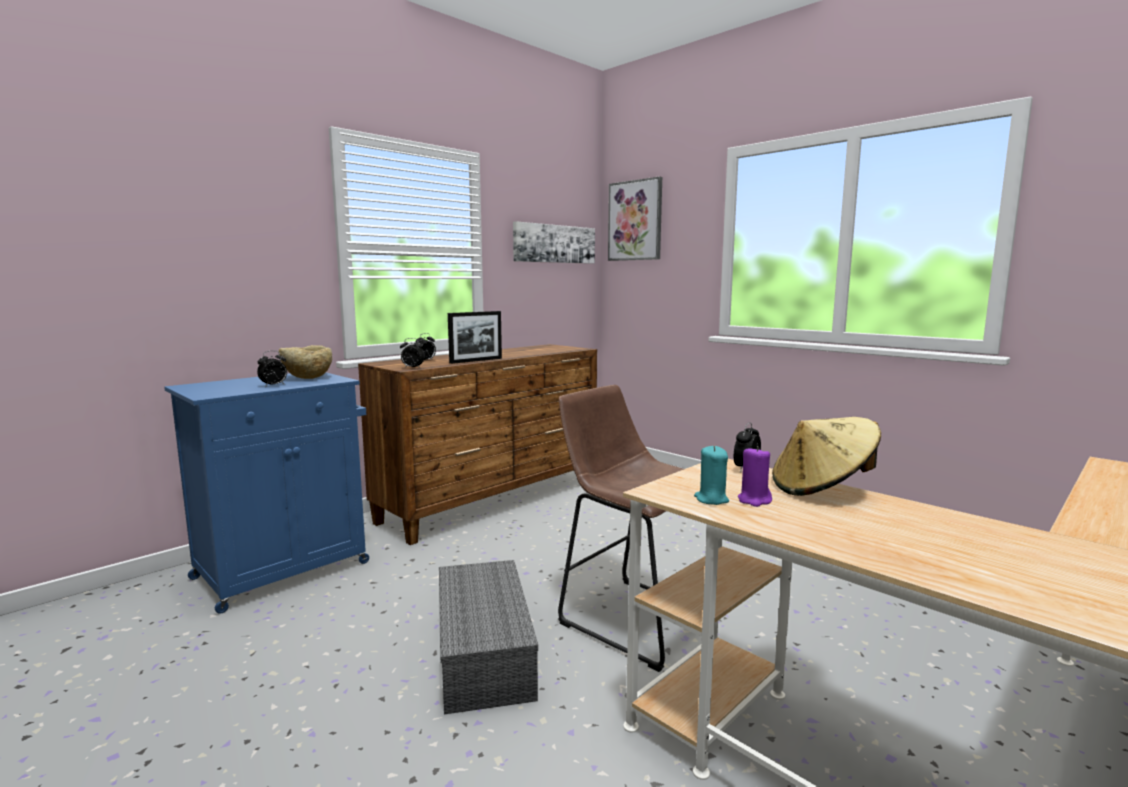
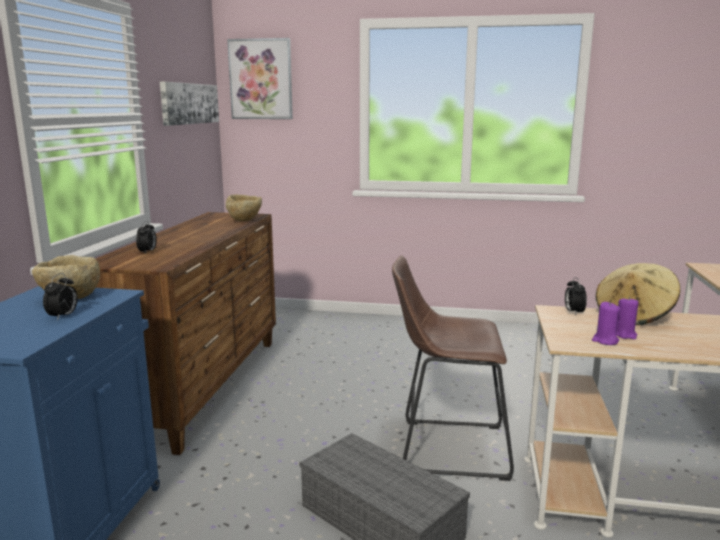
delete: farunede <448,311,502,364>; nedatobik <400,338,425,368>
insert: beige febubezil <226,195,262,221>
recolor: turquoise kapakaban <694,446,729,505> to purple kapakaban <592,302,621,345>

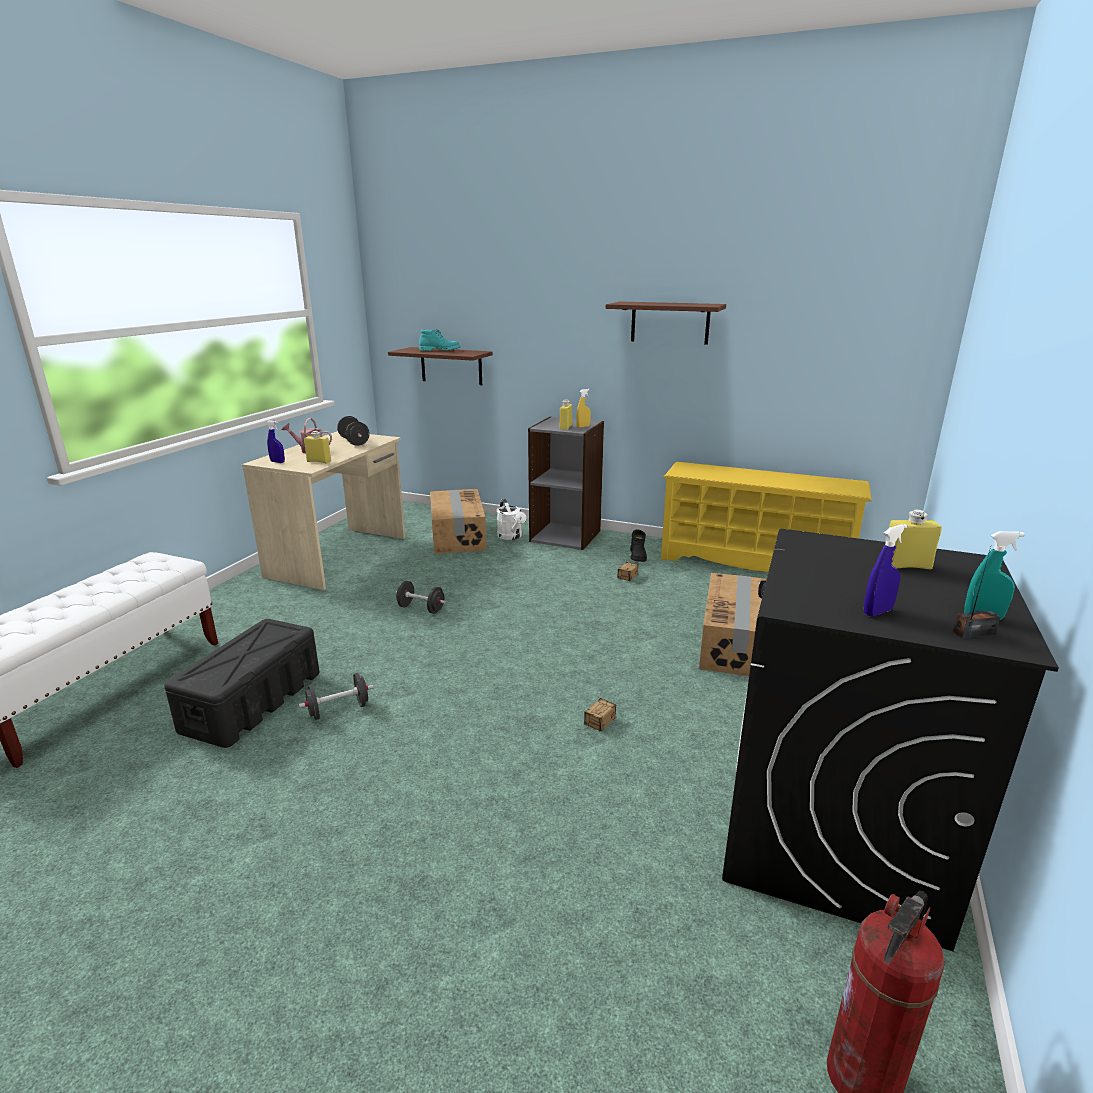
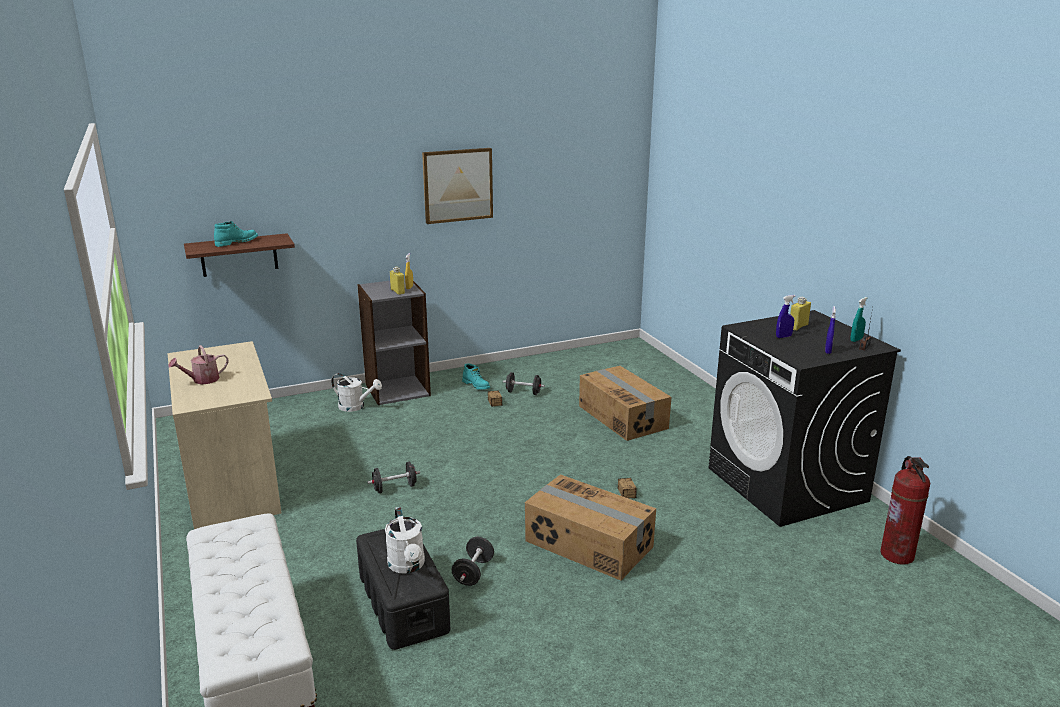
delete: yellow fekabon <304,431,331,463>; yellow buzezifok <661,462,871,572>
insert: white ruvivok <385,507,425,574>
move: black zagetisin <337,416,370,446> to <503,372,544,395>; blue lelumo <266,420,285,463> to <776,295,796,338>; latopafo <430,489,487,554> to <525,474,656,581>
replace: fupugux <606,302,726,345> to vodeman <422,148,493,224>
recolor: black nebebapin <630,529,647,562> to turquoise nebebapin <462,363,490,390>

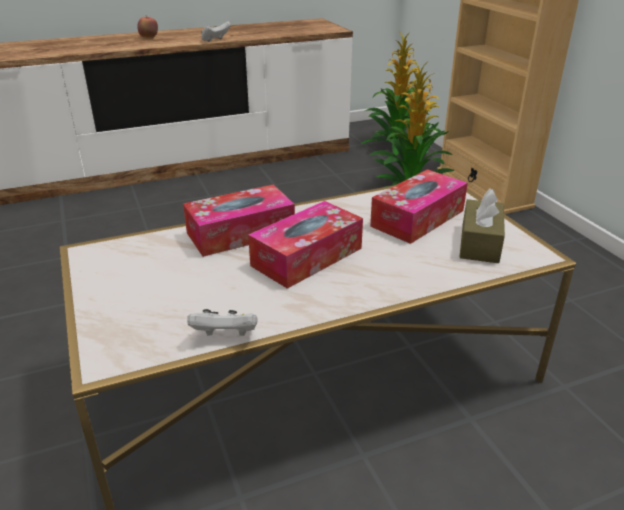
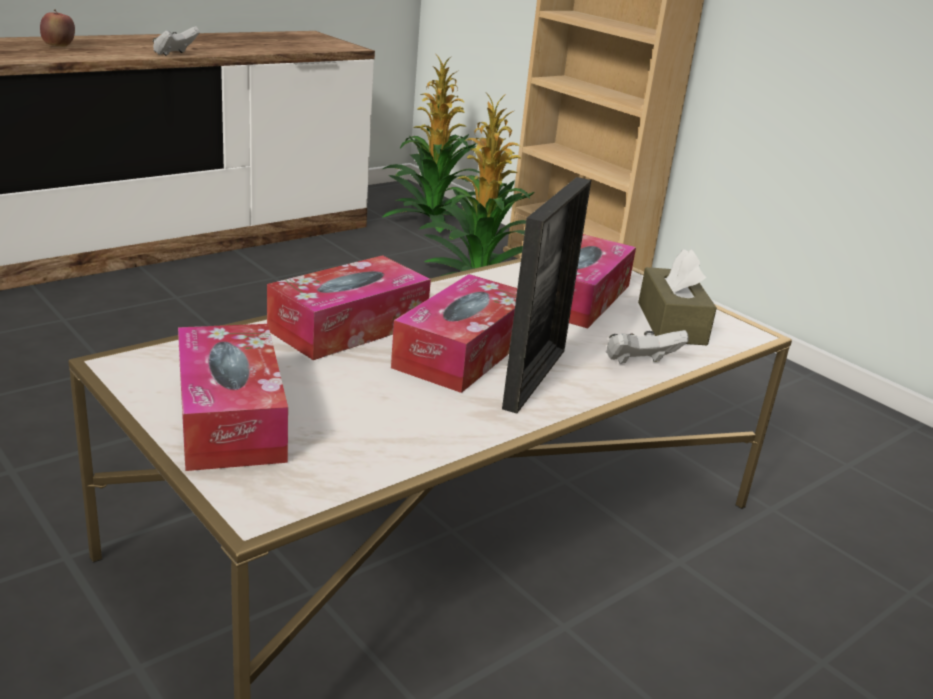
insert: farunede <502,177,591,413>; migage <178,324,288,471>
move: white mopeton <187,309,258,336> to <606,330,689,364>

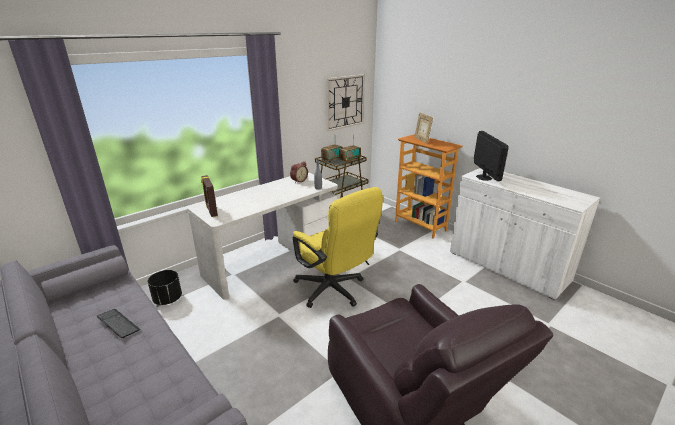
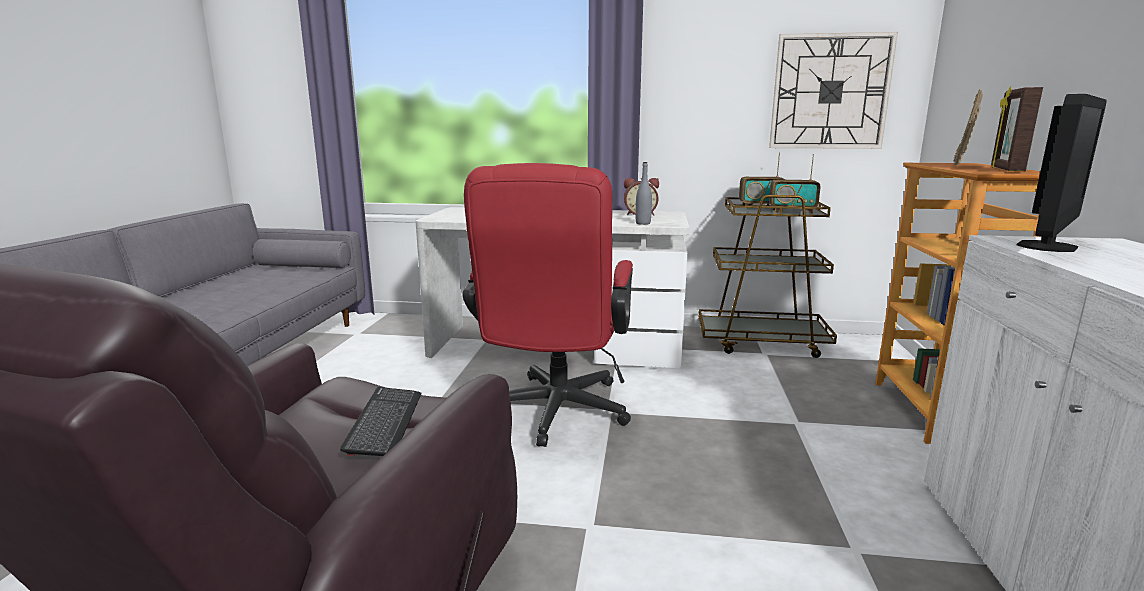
delete: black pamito <148,270,182,305>
move: farunede <201,175,218,217> to <991,86,1043,171>; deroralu <97,309,141,338> to <340,387,421,456>
recolor: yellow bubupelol <293,187,383,308> to red bubupelol <463,163,633,447>

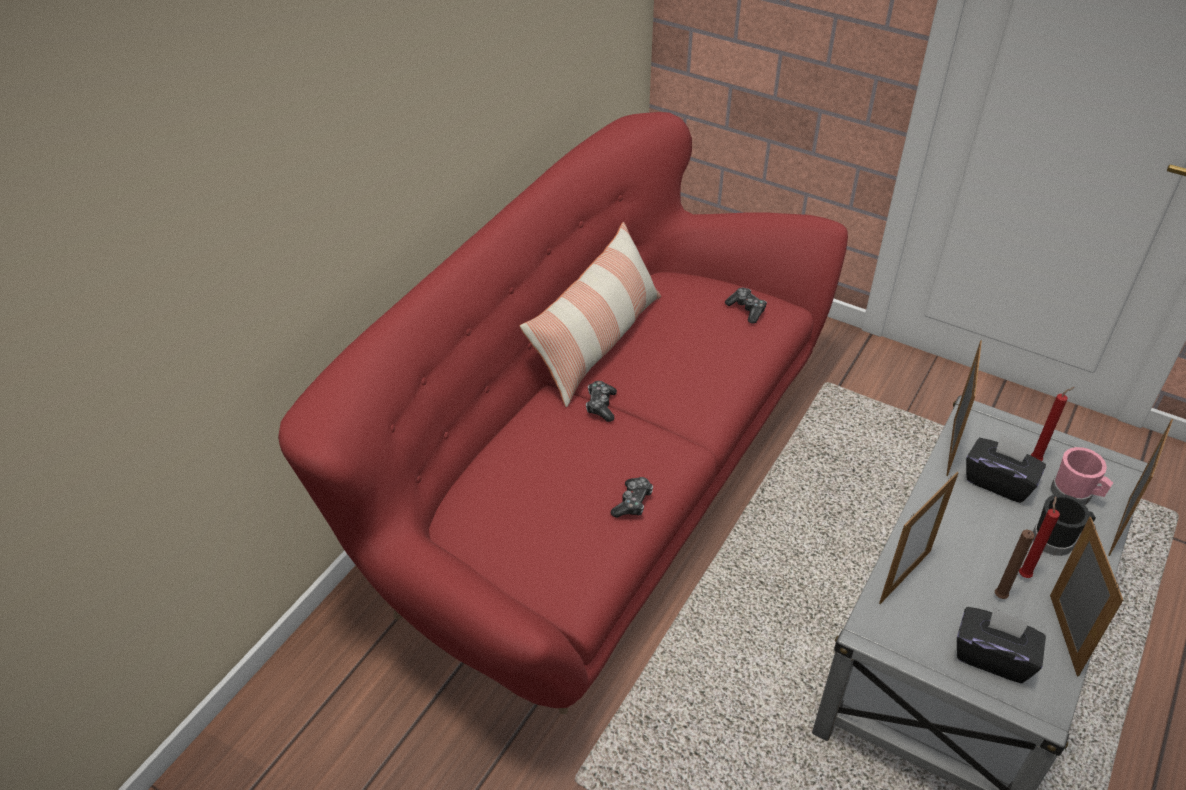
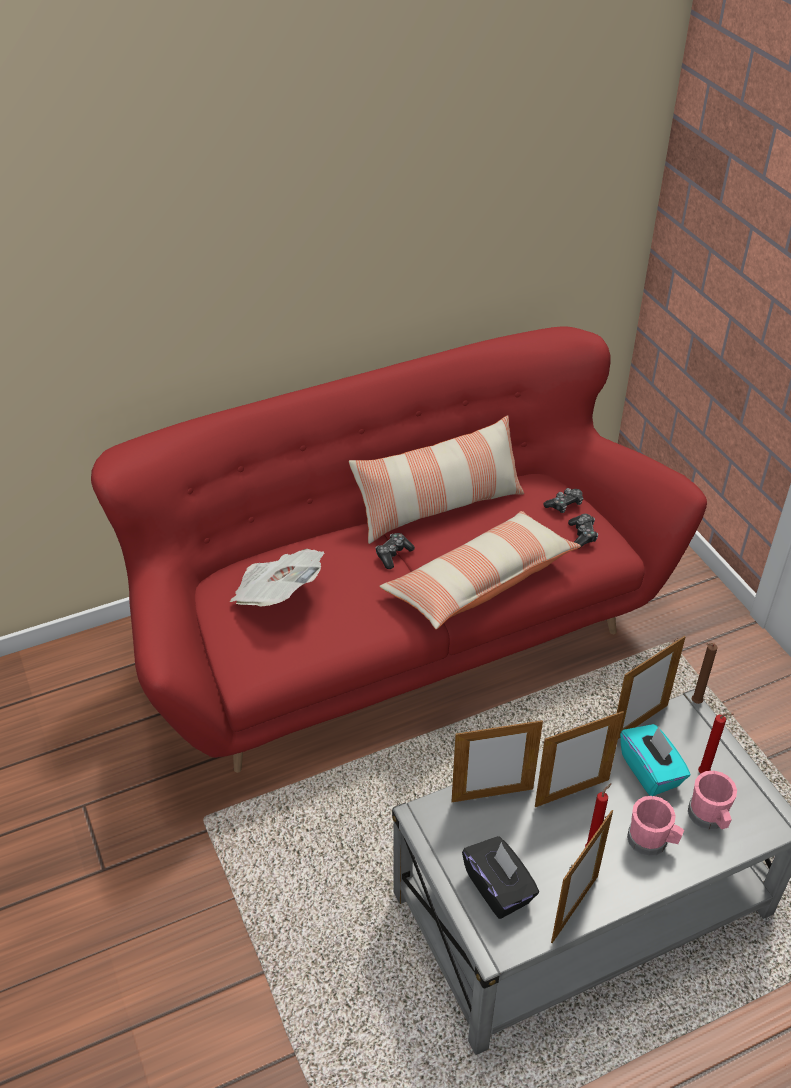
insert: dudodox <380,511,581,630>; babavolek <230,549,324,607>
move: farunede <1108,419,1173,556> to <535,711,624,807>; mopeton <611,477,653,518> to <543,488,583,513>; brown kapakaban <995,530,1035,599> to <692,643,718,704>
recolor: black migage <966,434,1046,503> to turquoise migage <620,724,690,796>; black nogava <1033,494,1096,556> to pink nogava <627,796,684,856>

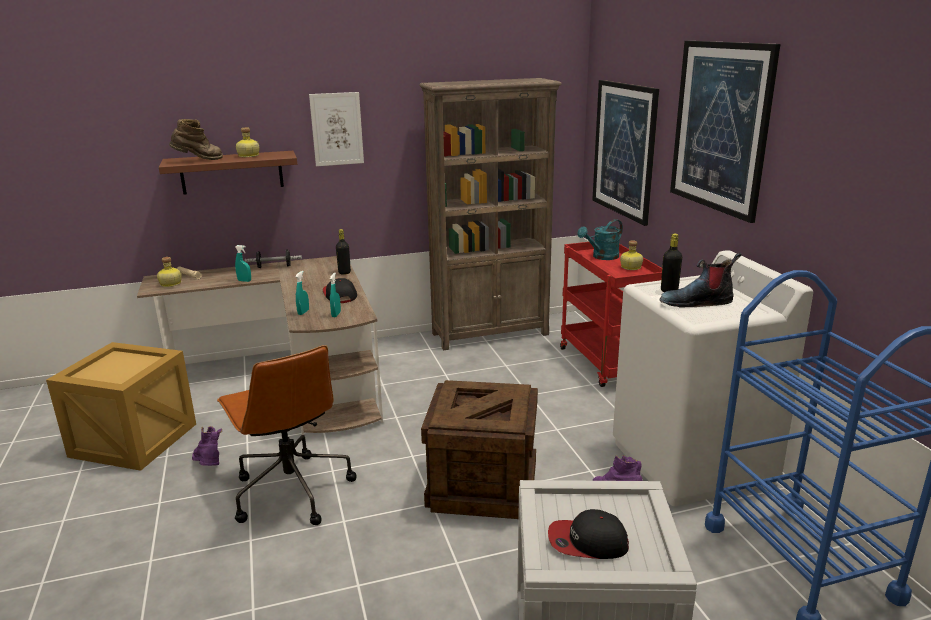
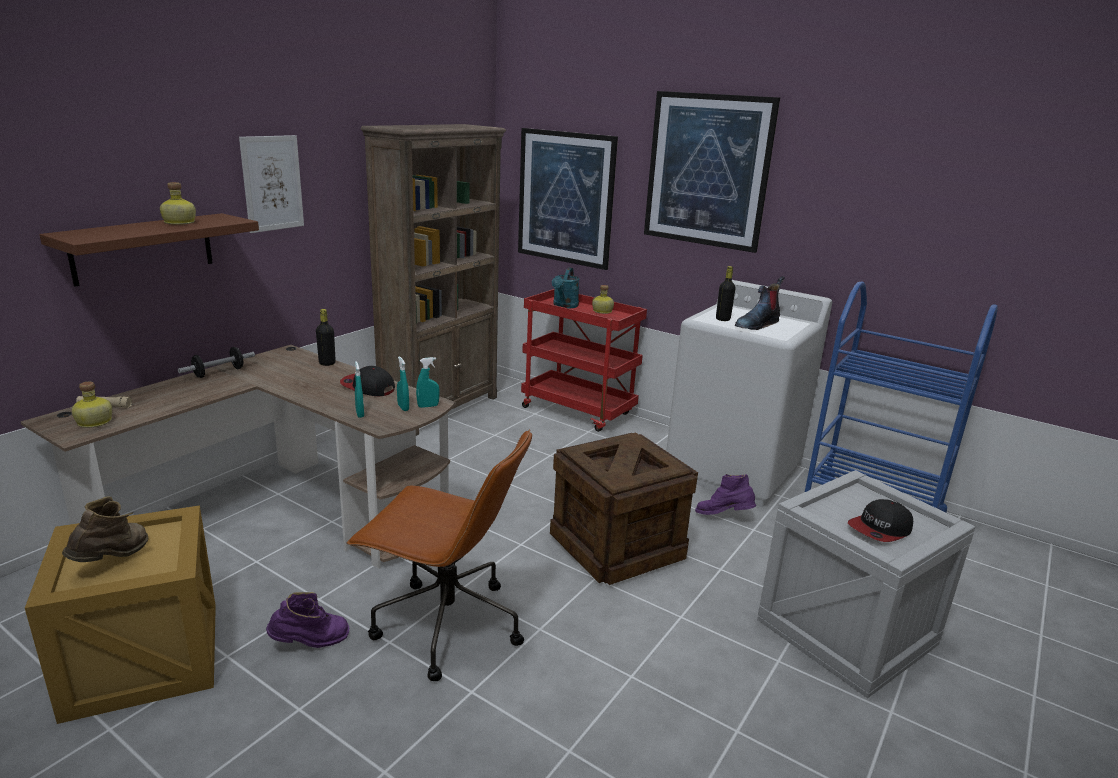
move: brown nebebapin <169,119,223,160> to <62,497,148,562>; turquoise lelumo <235,245,251,282> to <416,357,440,408>
rotate: purple nebebapin <192,426,222,466> = <266,592,349,648> 135 degrees clockwise

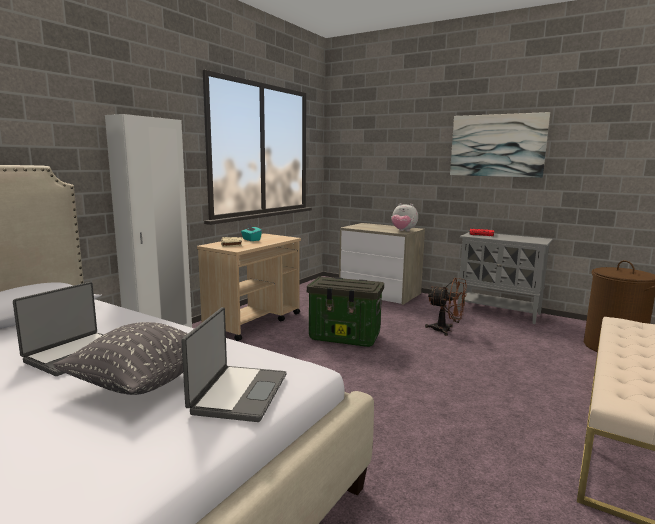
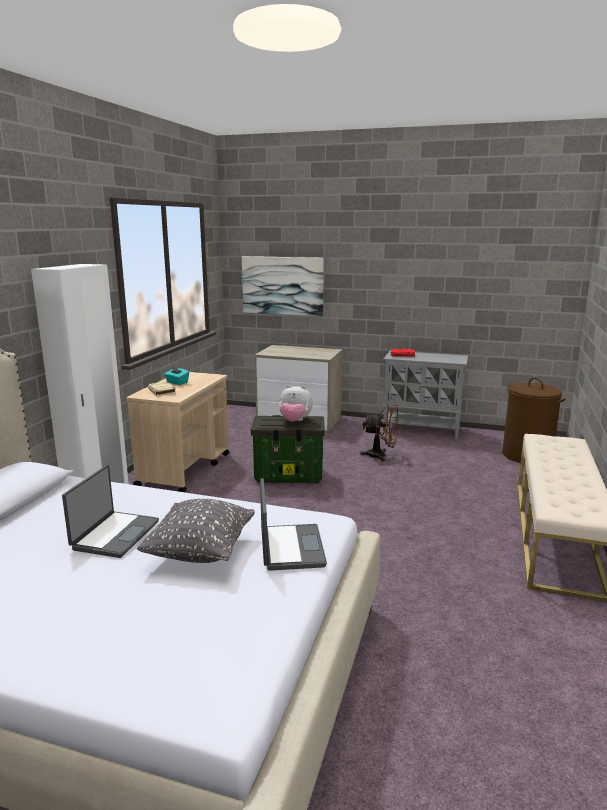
move: vodeman <450,112,550,178> to <242,256,324,316>; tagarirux <391,203,418,231> to <279,385,313,422>

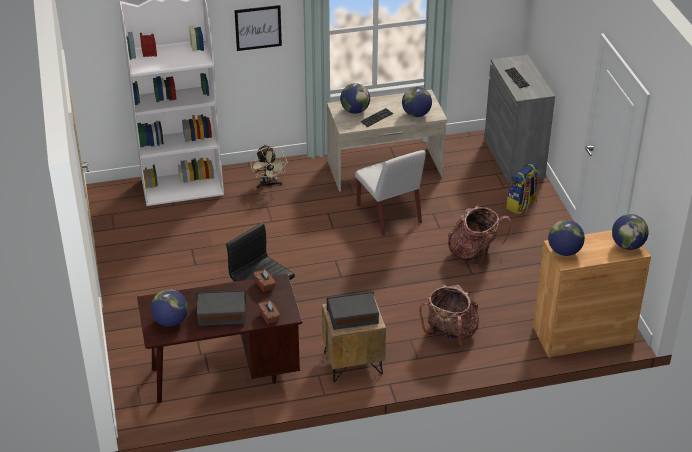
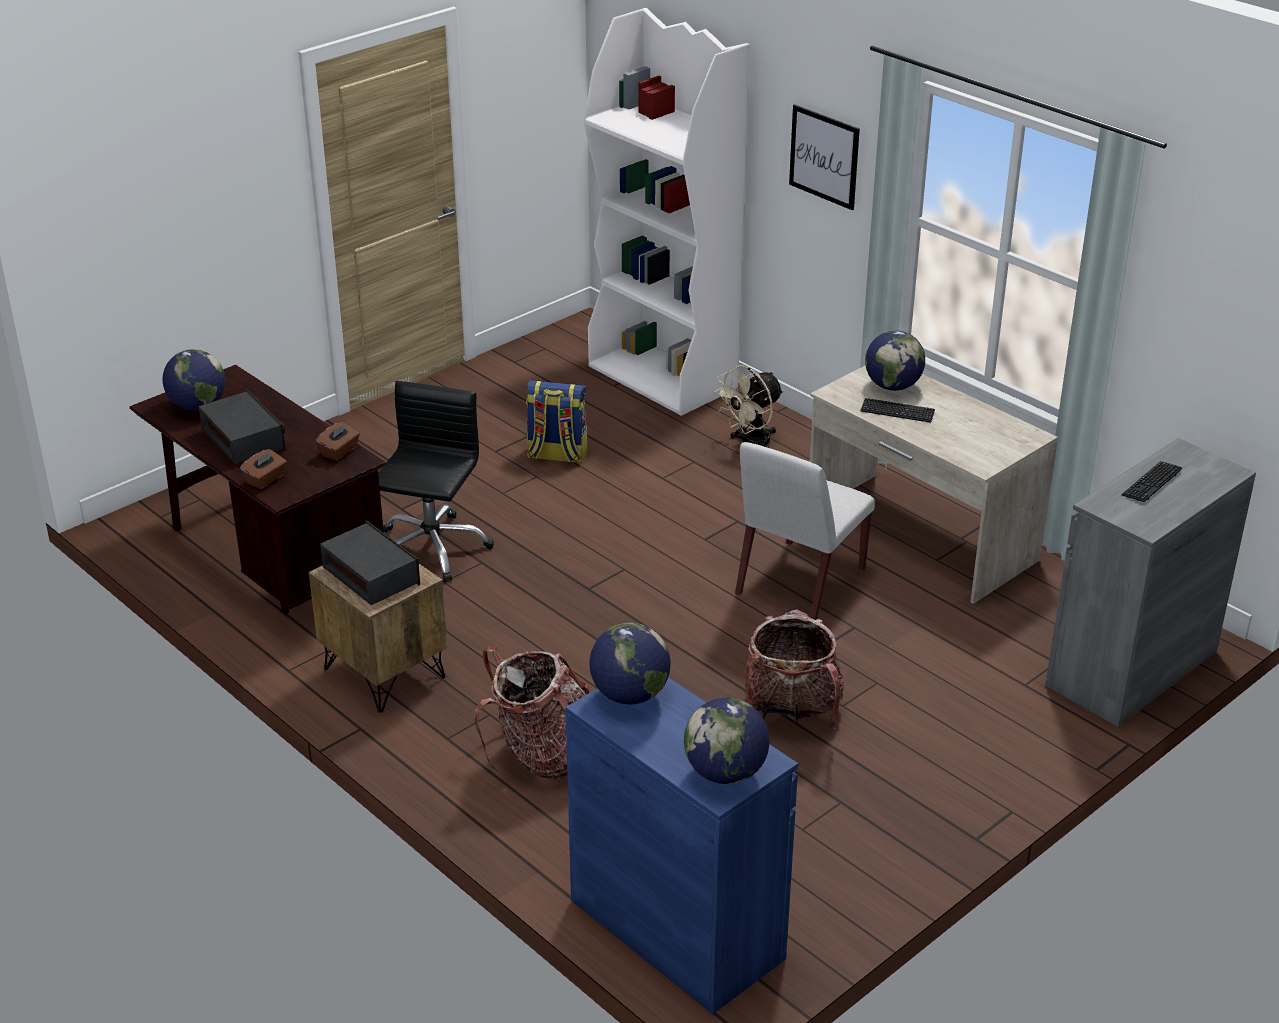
delete: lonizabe <402,87,432,117>
move: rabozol <506,162,539,214> to <526,380,587,464>
recolor: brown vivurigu <533,230,651,358> to blue vivurigu <566,677,798,1014>

